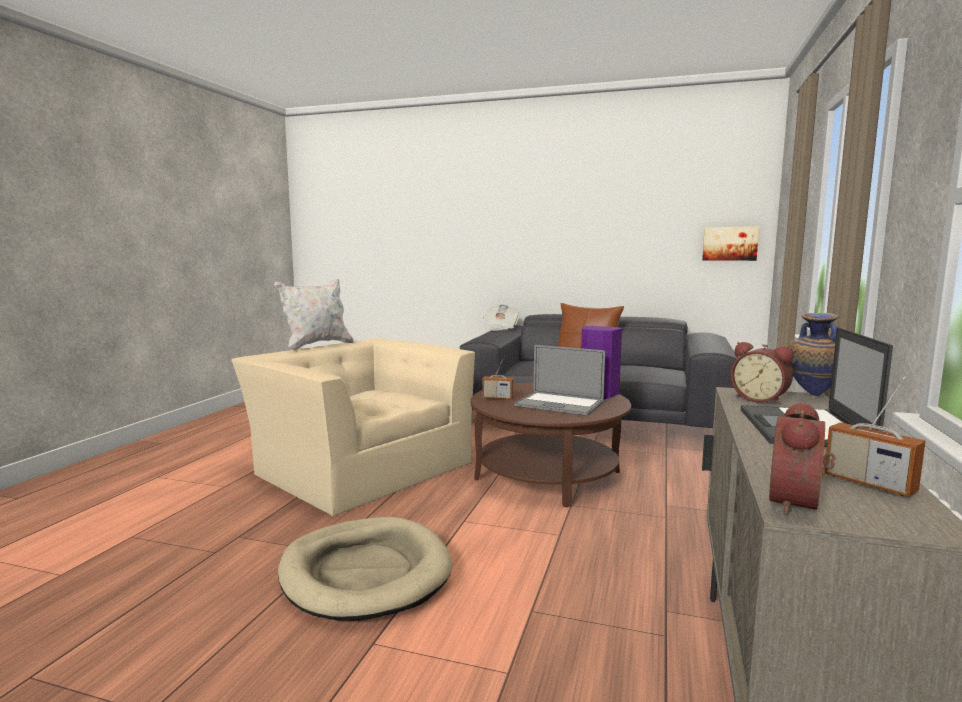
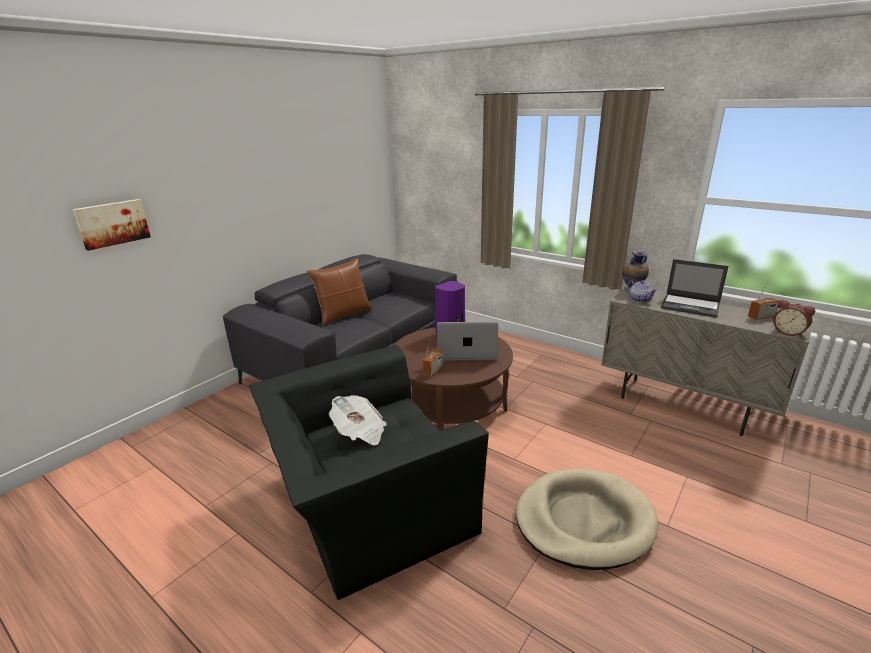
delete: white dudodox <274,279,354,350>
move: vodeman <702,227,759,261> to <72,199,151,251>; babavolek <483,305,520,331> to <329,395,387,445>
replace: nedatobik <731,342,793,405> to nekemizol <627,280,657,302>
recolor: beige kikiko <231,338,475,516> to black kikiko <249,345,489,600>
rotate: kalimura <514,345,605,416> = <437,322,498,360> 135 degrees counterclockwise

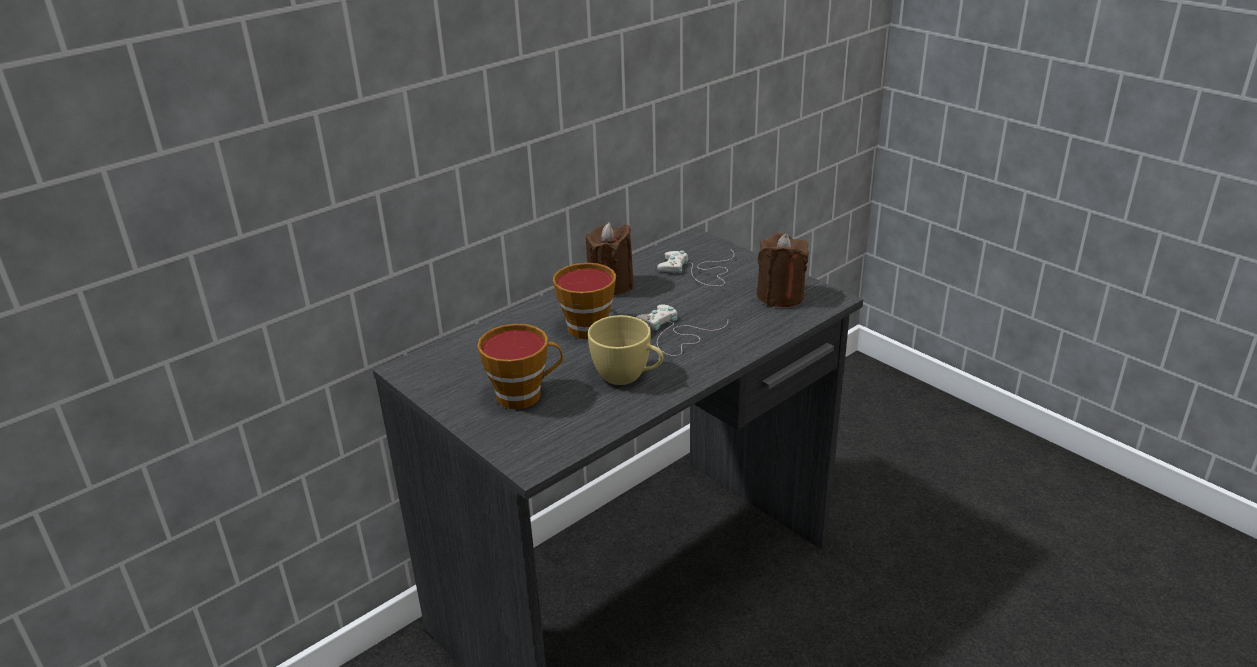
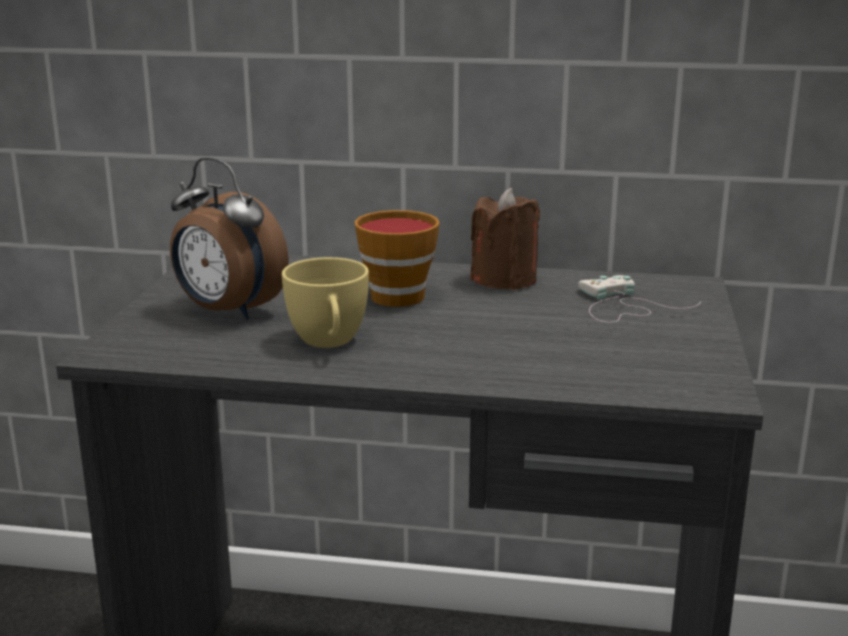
delete: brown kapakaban <757,233,809,307>; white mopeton <636,304,728,356>
replace: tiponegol <477,324,563,409> to nedatobik <170,157,289,320>

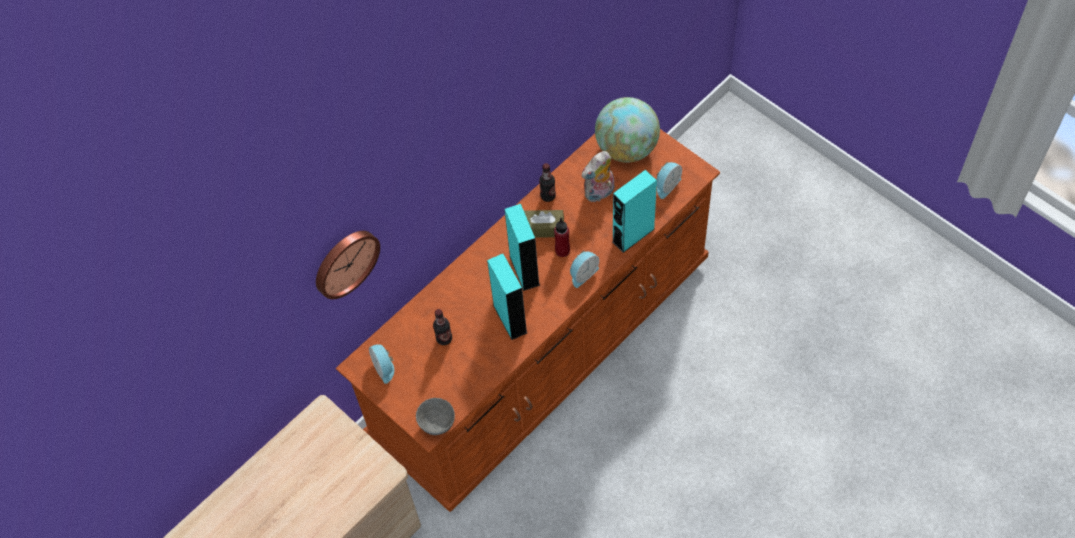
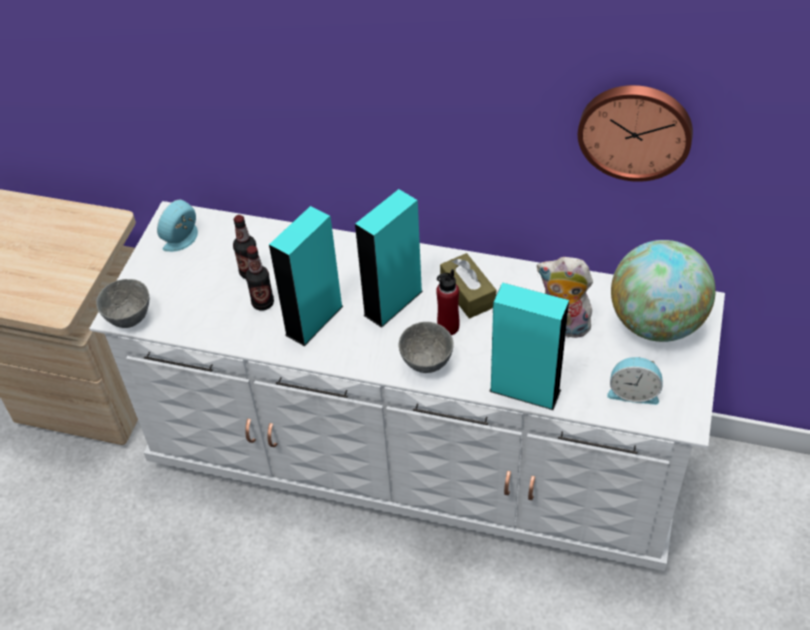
move: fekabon <539,163,556,202> to <246,246,274,311>; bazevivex <316,231,380,299> to <578,85,693,182>
replace: nedatobik <570,251,599,288> to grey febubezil <398,322,453,373>
recolor: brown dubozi <336,129,720,512> to white dubozi <89,201,725,571>

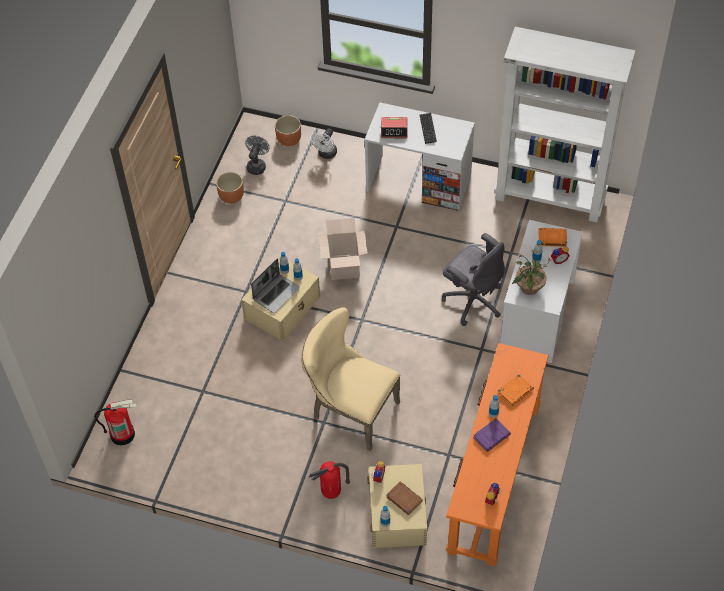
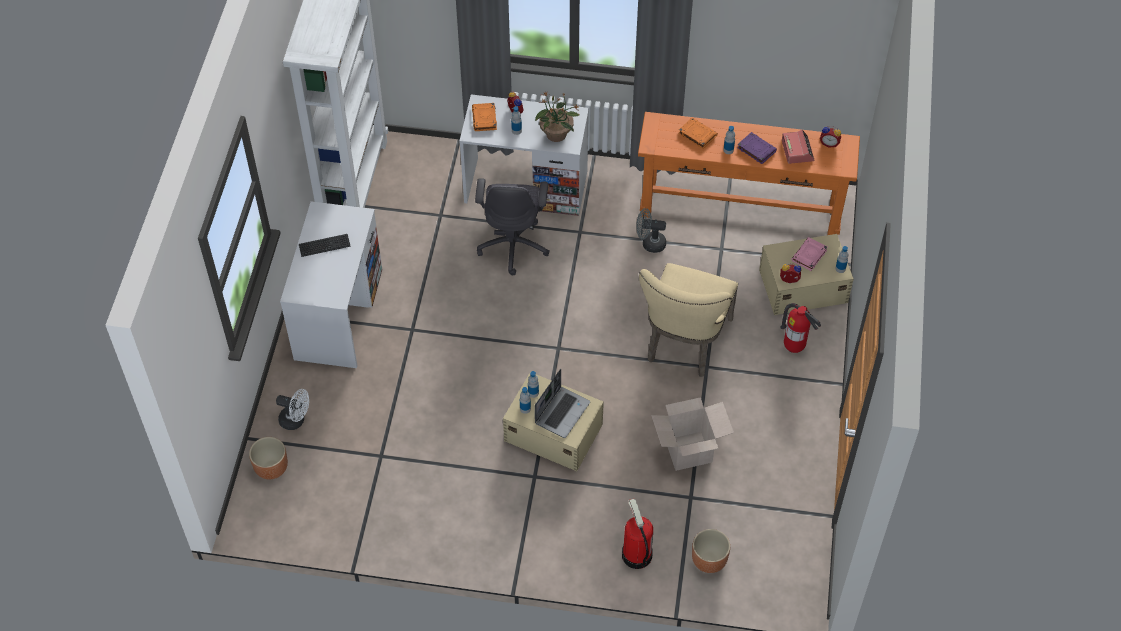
move: nedatobik <381,117,407,138> to <782,130,814,164>; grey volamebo <245,136,270,175> to <636,208,666,253>; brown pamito <216,172,244,204> to <692,529,730,573>; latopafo <319,218,368,280> to <651,397,734,471>; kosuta <94,399,137,446> to <622,498,653,569>
recolor: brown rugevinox <387,481,423,515> to pink rugevinox <792,237,828,271>
rotate: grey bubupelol <442,233,505,326> = <475,178,549,275> 150 degrees clockwise; kalimura <251,258,300,313> = <535,369,590,438> 90 degrees clockwise

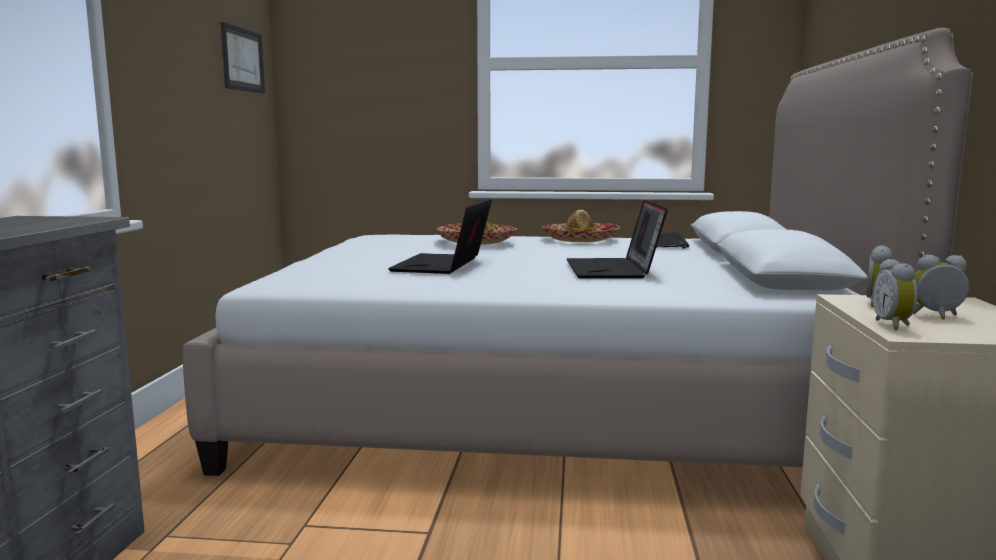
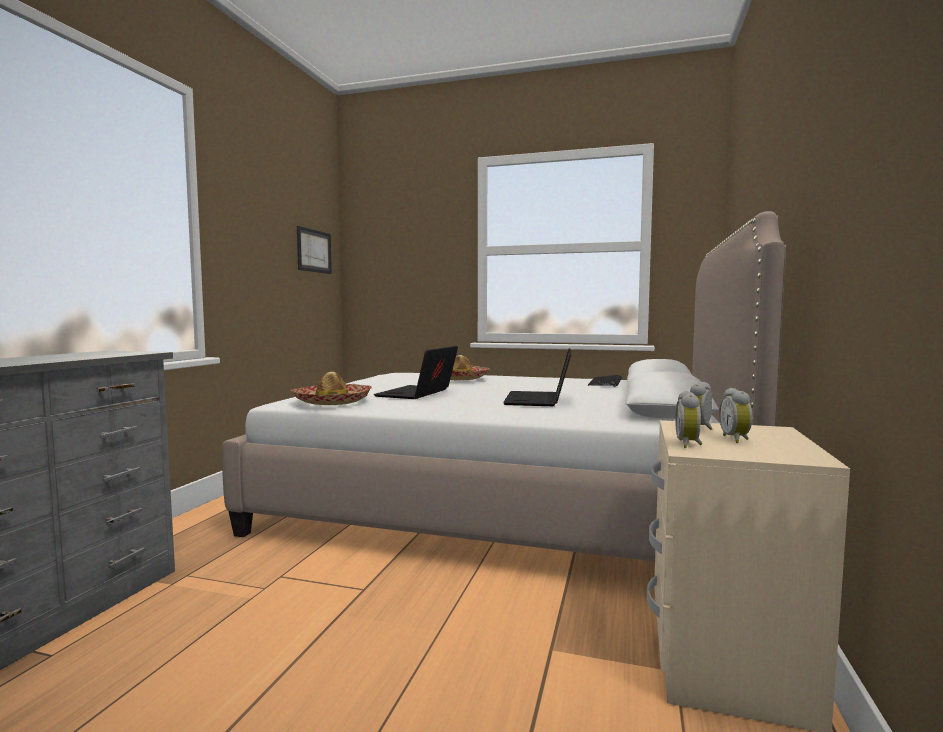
move: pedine <542,210,620,242> to <291,372,372,405>
rotate: nedatobik <913,255,969,319> = <719,388,752,443> 105 degrees counterclockwise

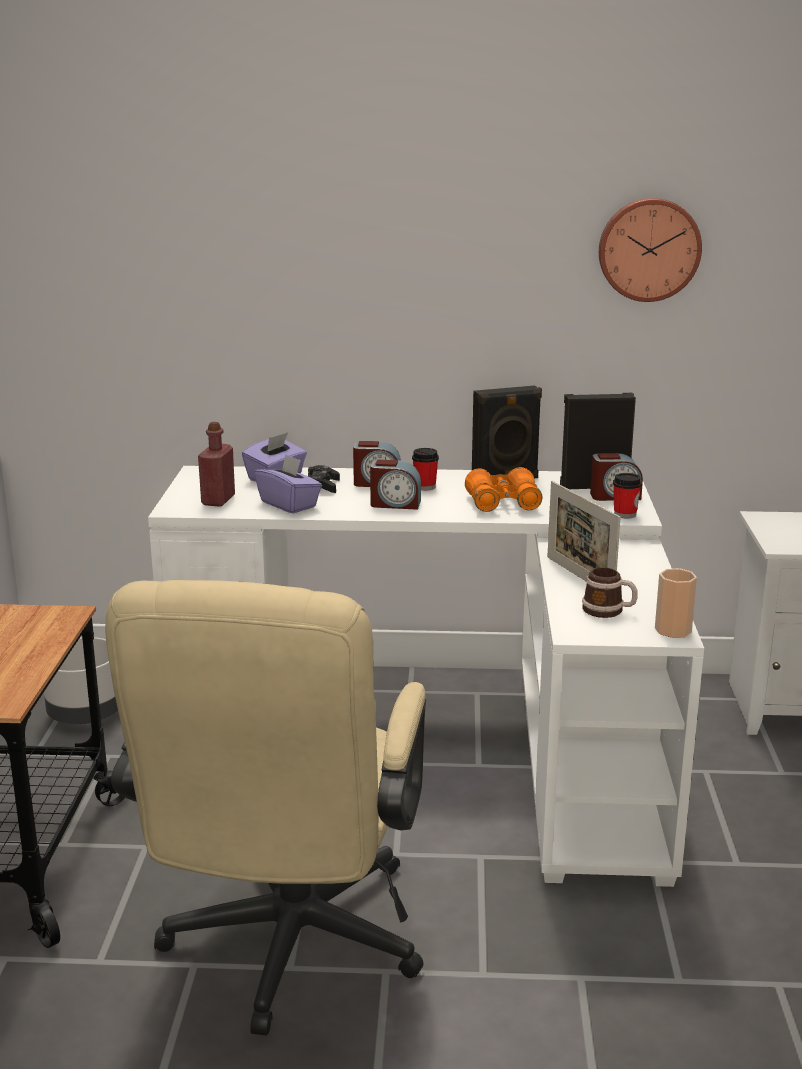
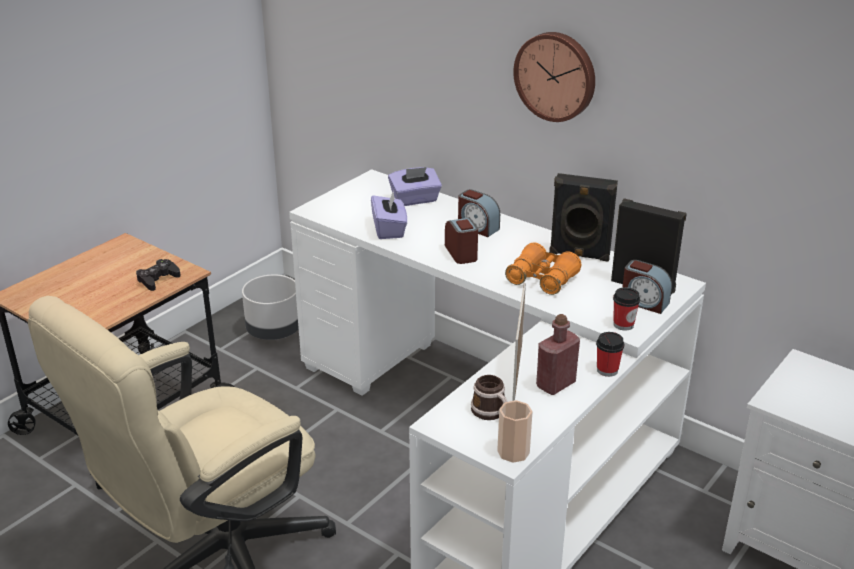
move: bazevivex <599,198,702,302> to <513,32,595,122>; red fekabon <198,422,235,507> to <536,314,580,395>; tiponegol <412,448,439,491> to <596,332,624,377>; black mopeton <308,465,340,493> to <136,259,180,291>
rotate: nedatobik <370,460,421,510> = <445,218,478,264> 150 degrees counterclockwise

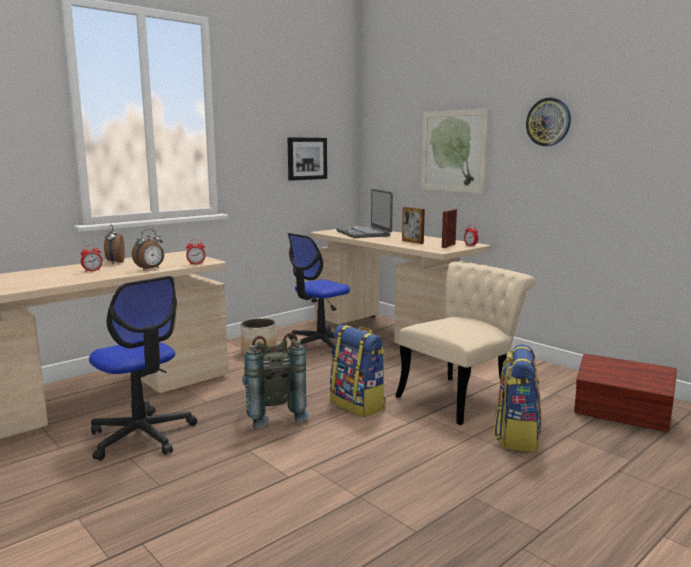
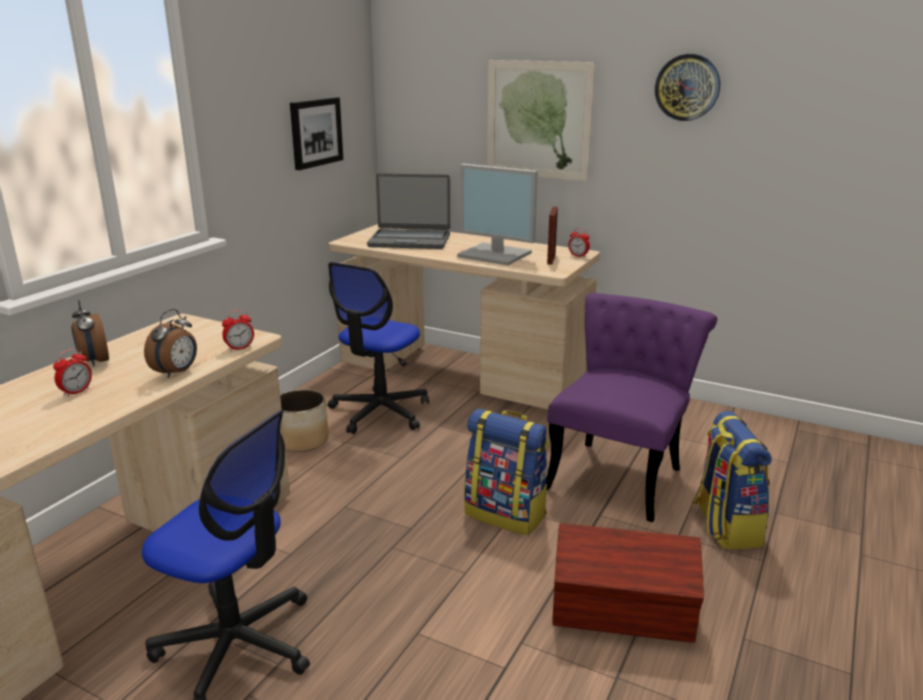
delete: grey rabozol <242,333,310,429>
move: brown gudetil <574,354,677,432> to <552,523,704,643>
replace: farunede <402,207,425,244> to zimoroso <457,164,538,265>
recolor: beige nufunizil <395,262,536,425> to purple nufunizil <546,293,717,522>
rotate: kalimura <336,189,393,238> = <367,173,450,249> 45 degrees counterclockwise

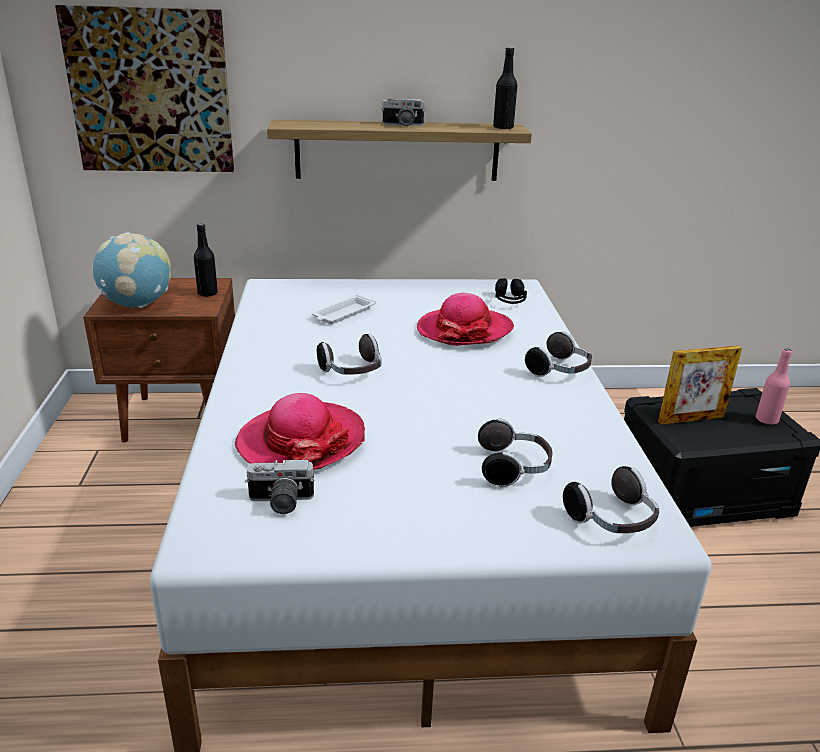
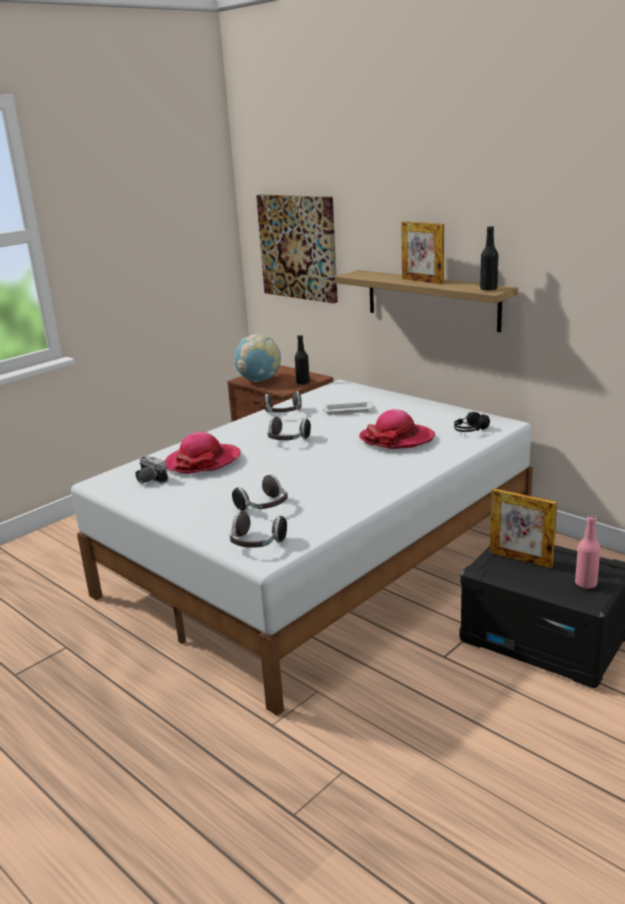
move: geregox <525,331,592,377> to <264,391,302,412>
replace: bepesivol <381,98,425,126> to farunede <401,221,444,284>

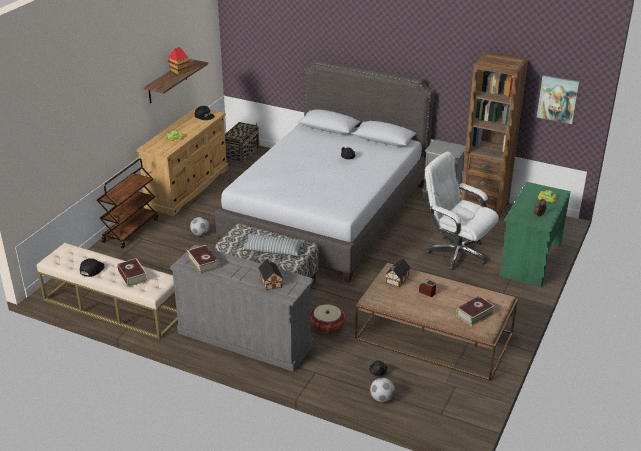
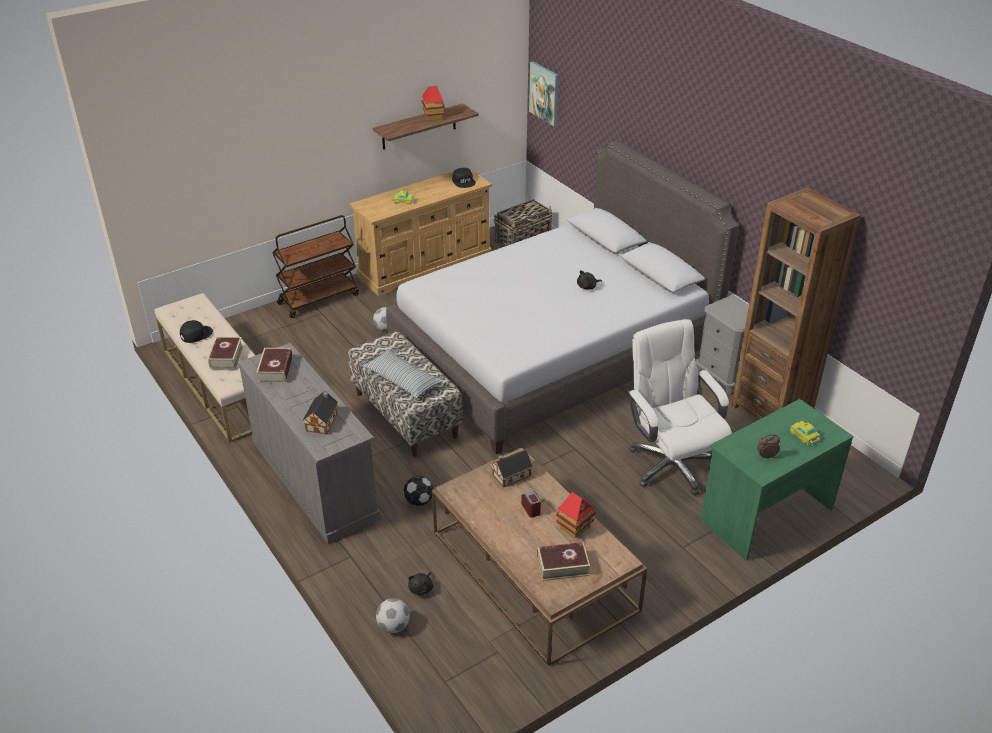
insert: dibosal <556,492,596,538>
move: vodeman <537,75,580,124> to <529,61,558,126>
replace: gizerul <311,305,345,334> to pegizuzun <403,476,433,506>

